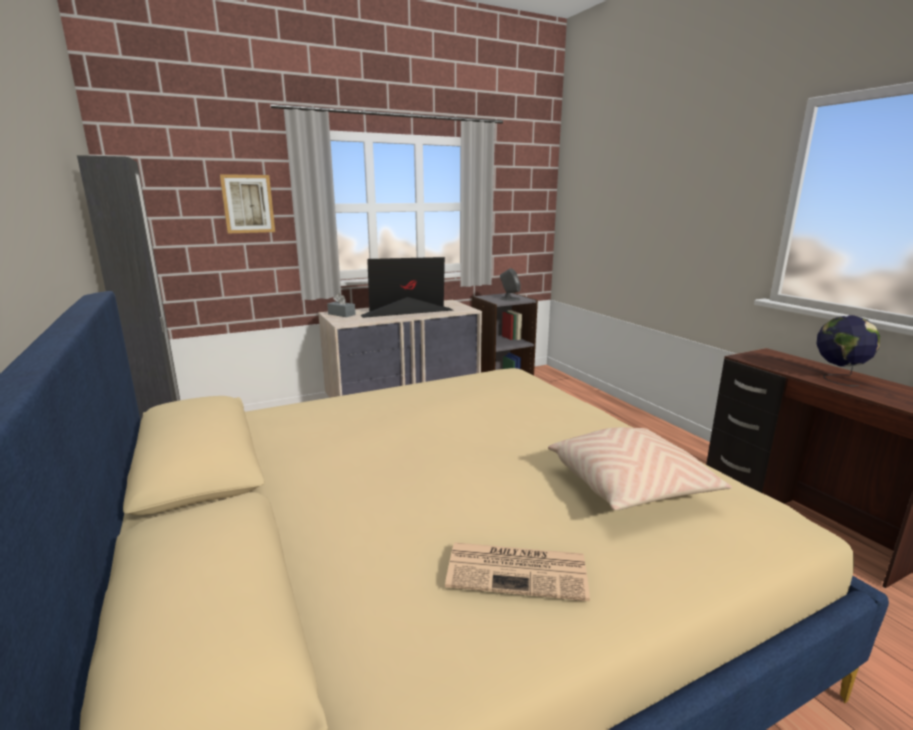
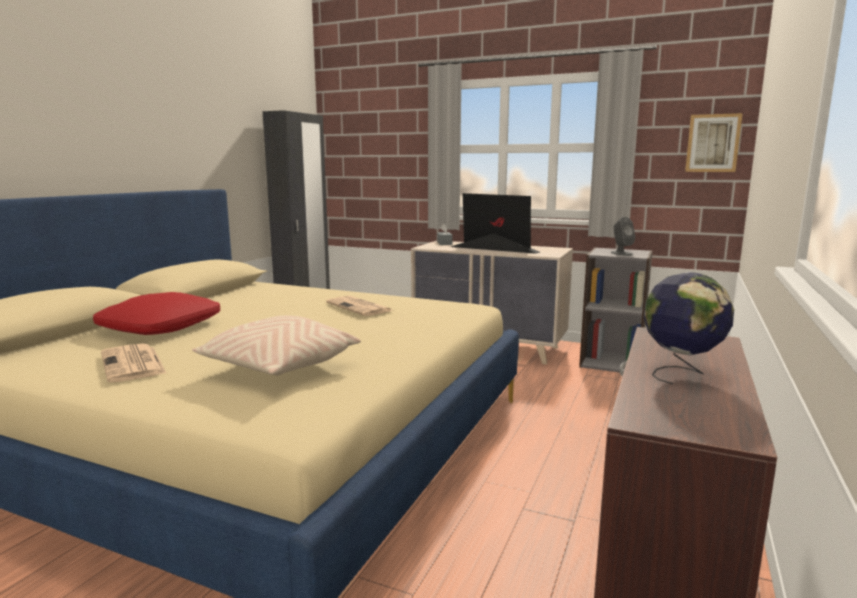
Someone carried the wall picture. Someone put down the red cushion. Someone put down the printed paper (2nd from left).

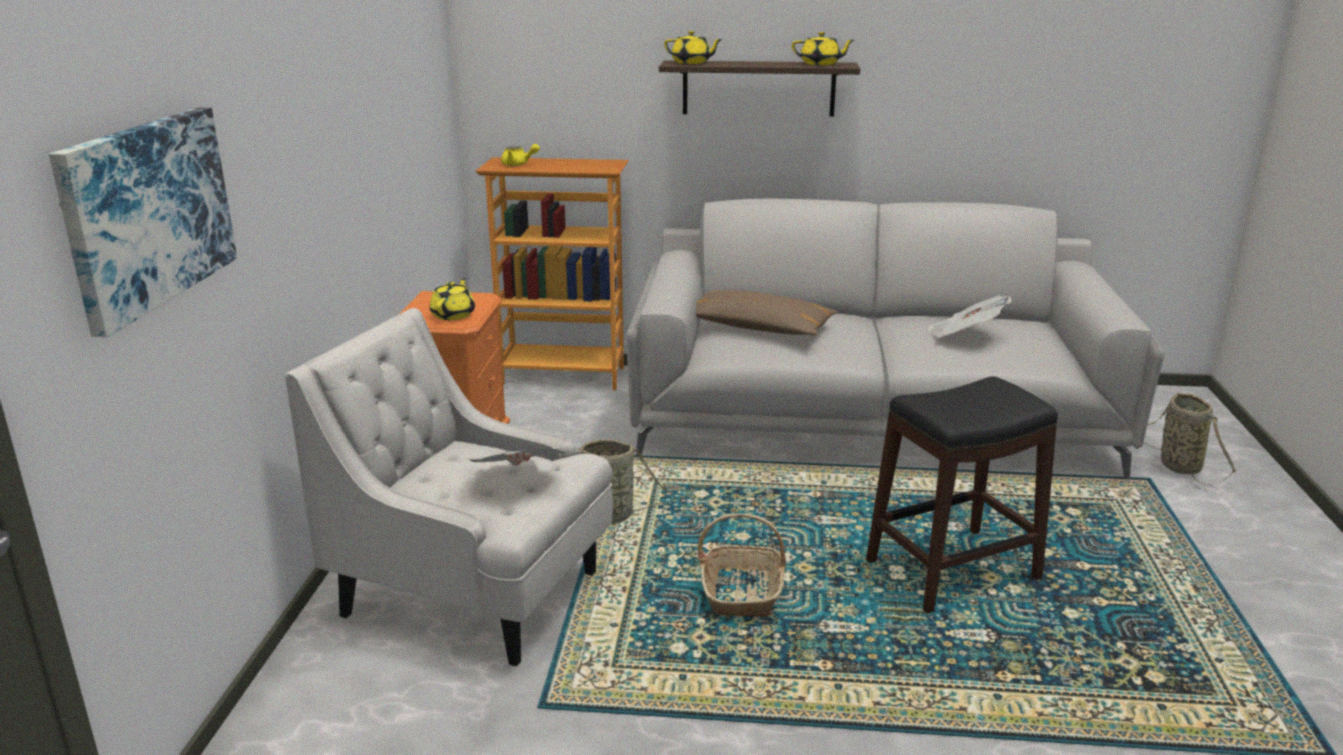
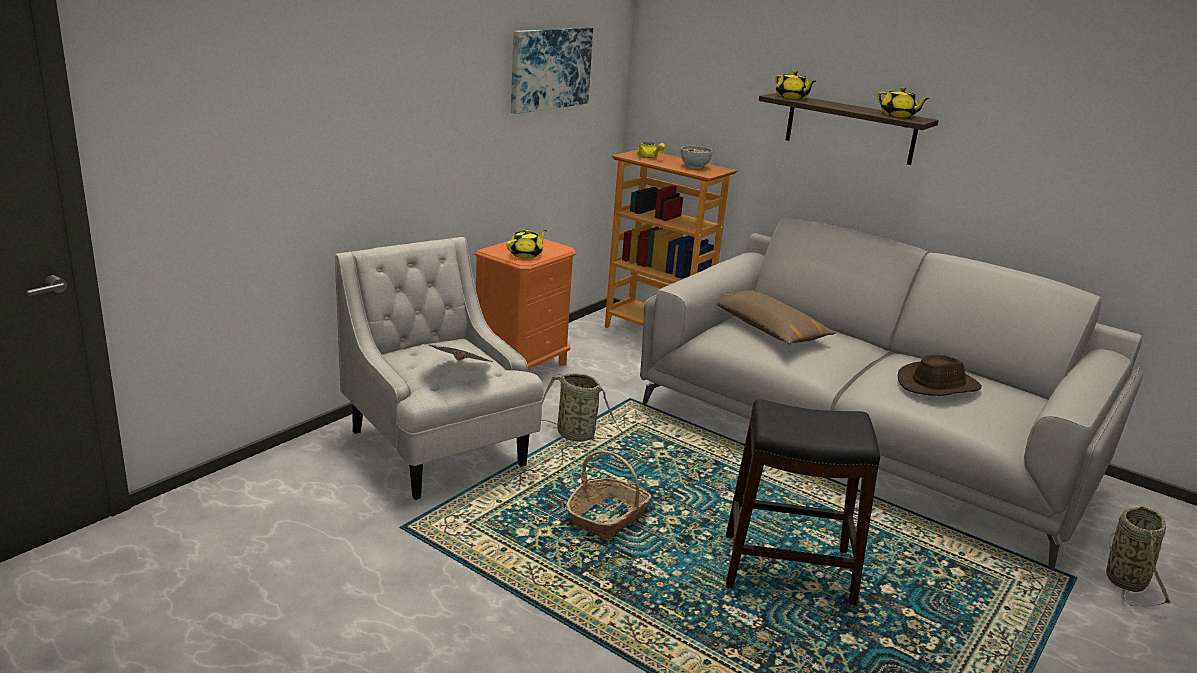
Someone carried the wall picture. Someone swapped the printed paper (2nd from left) for the brownish hat. Someone put down the serving bowl.

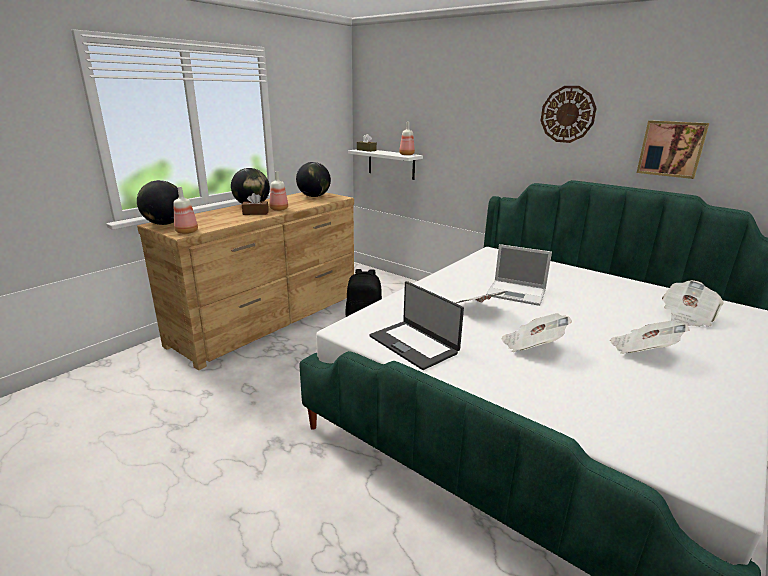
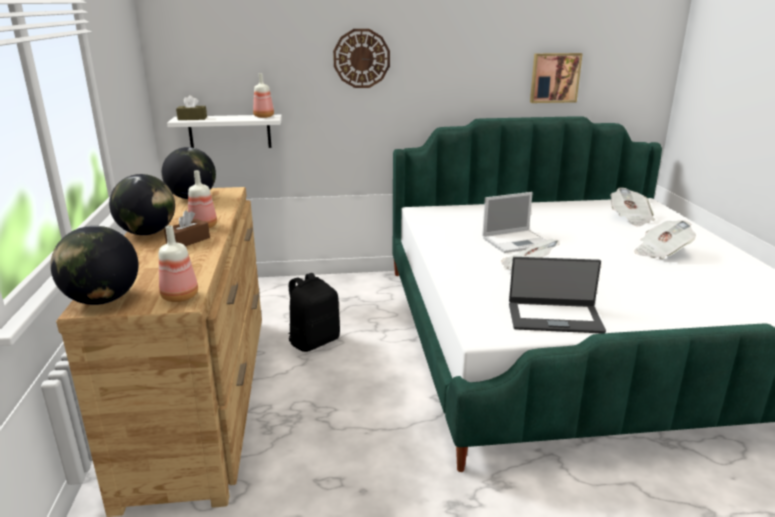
Someone took away the printed paper (2nd from left). Someone carried the hanging clock.

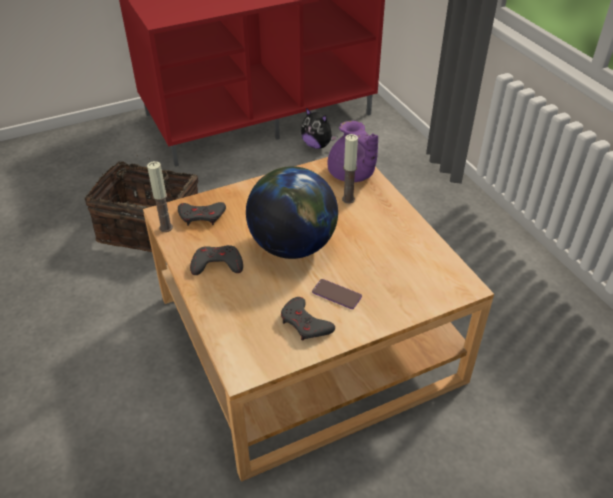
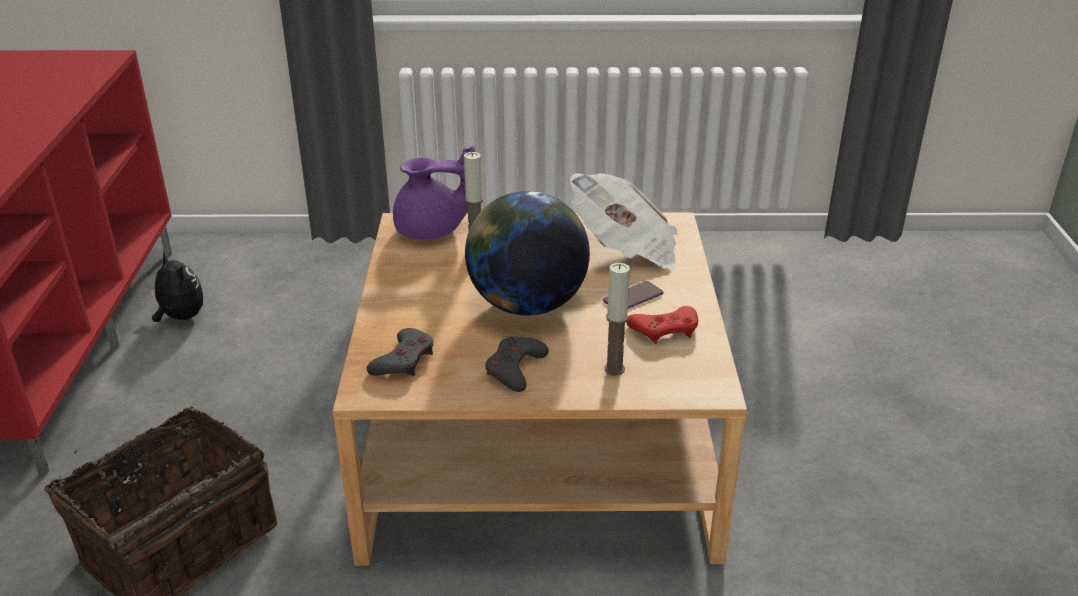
Someone carried the candle (1st from left in the first image). Someone repainted the greyish joypad (3rd from left), which became the red joypad. Someone rotated the plush toy by 105 degrees counterclockwise. Someone put down the printed paper.

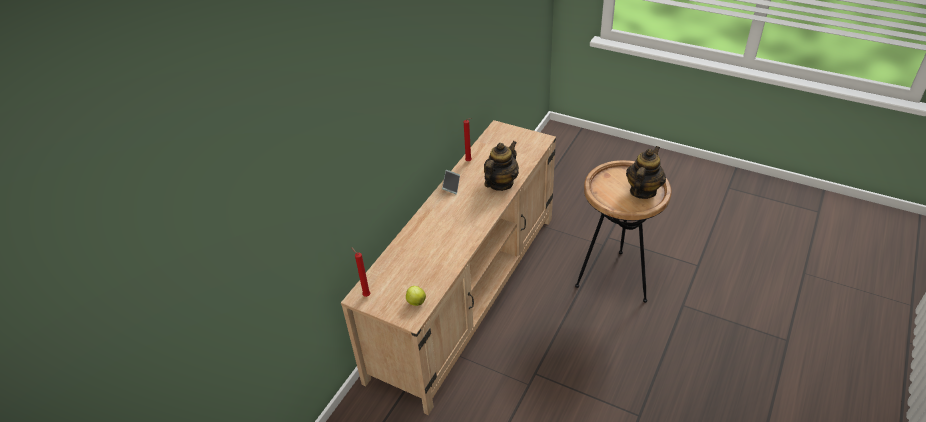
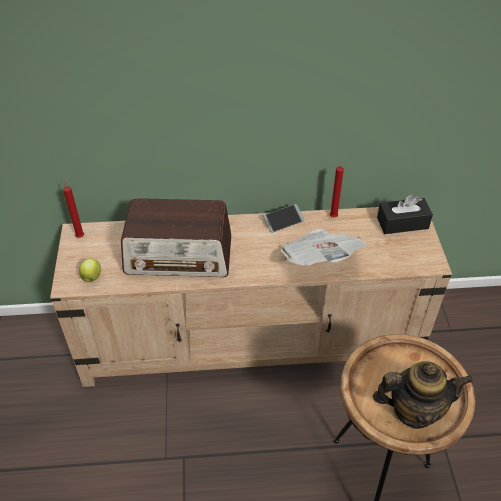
Someone swapped the teapot (1st from left) for the printed paper. Someone put down the radio set. Someone put down the black tissue holder.

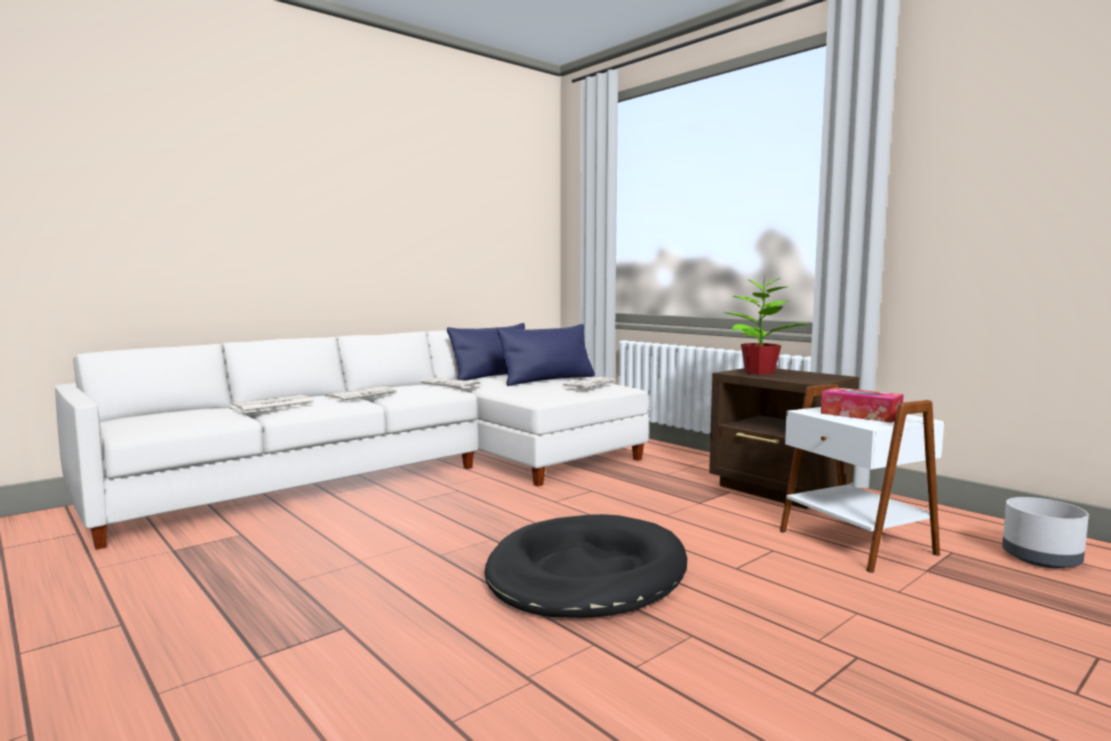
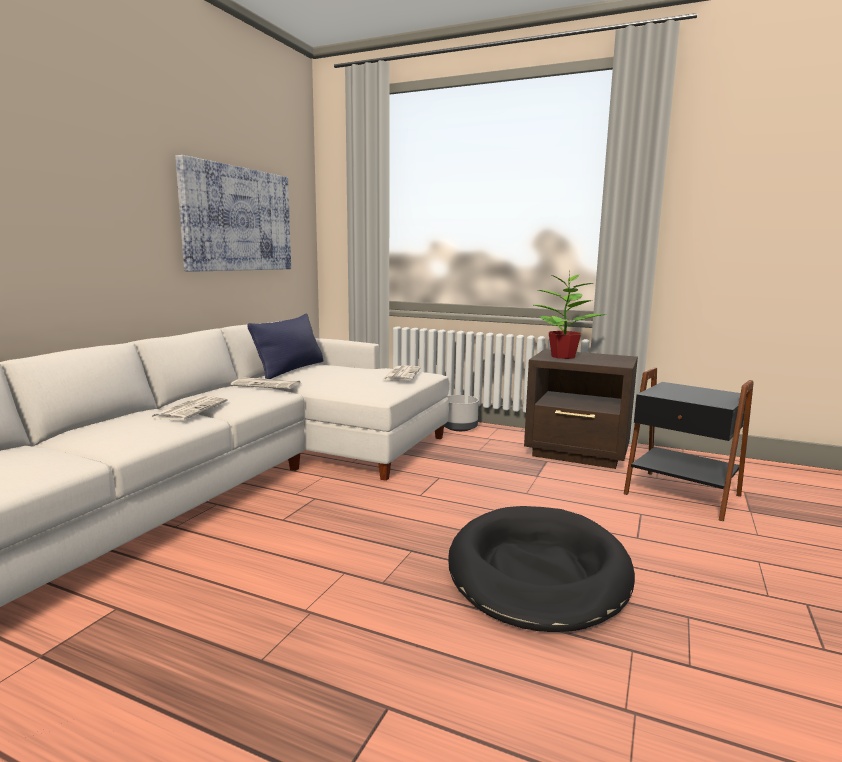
Someone took away the printed paper (1st from left). Someone took away the blue cushion (2nd from left). Someone repainted the white side table, which became the black side table. Someone took away the tissue holder. Someone carried the greyish planter. Someone put up the wall picture.

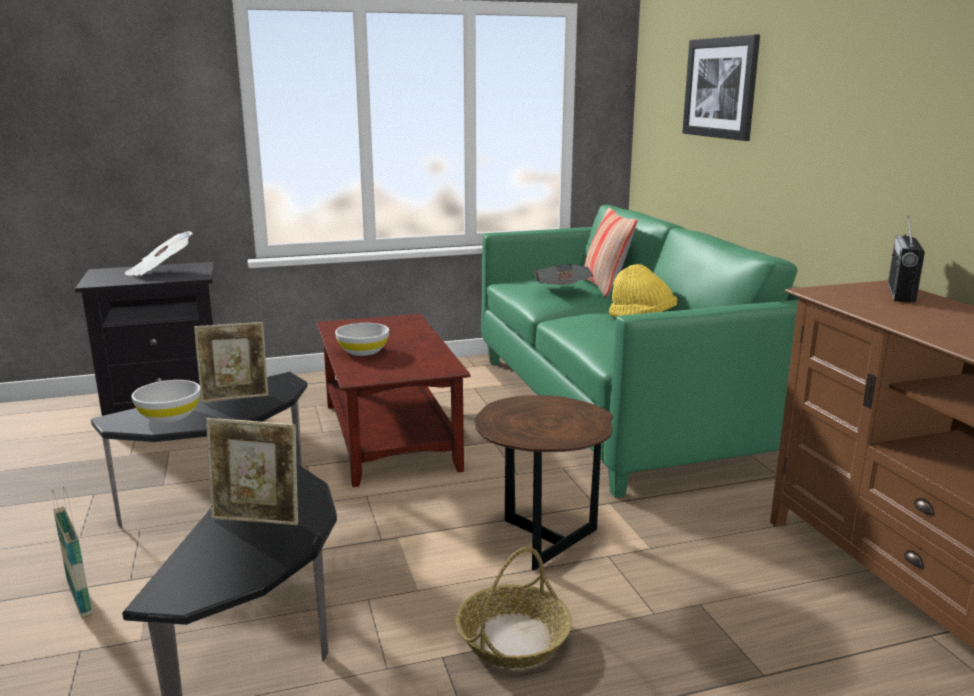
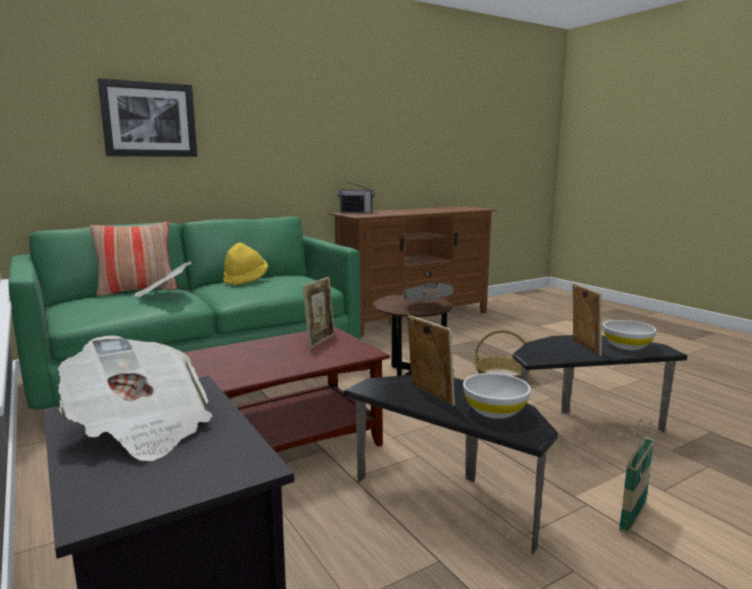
Someone carried the white serving bowl (2nd from left). Someone put down the standing frame (1st from left). Someone put down the printed paper (3rd from left).

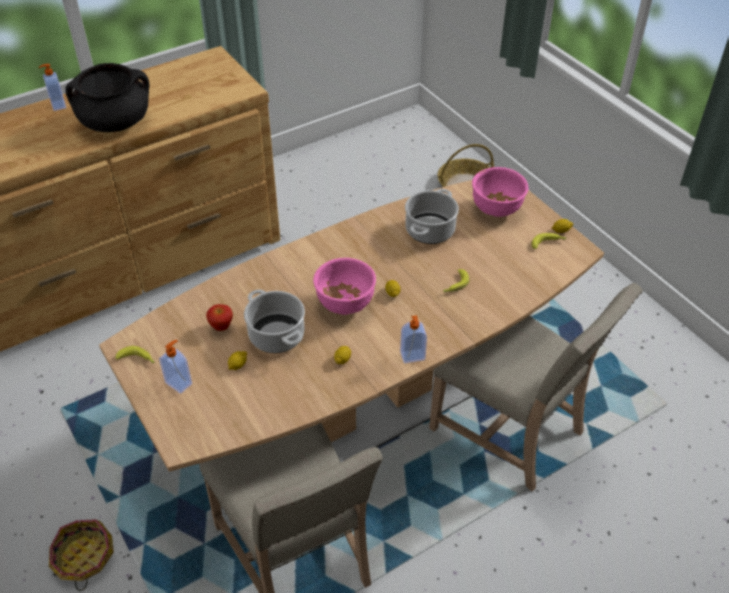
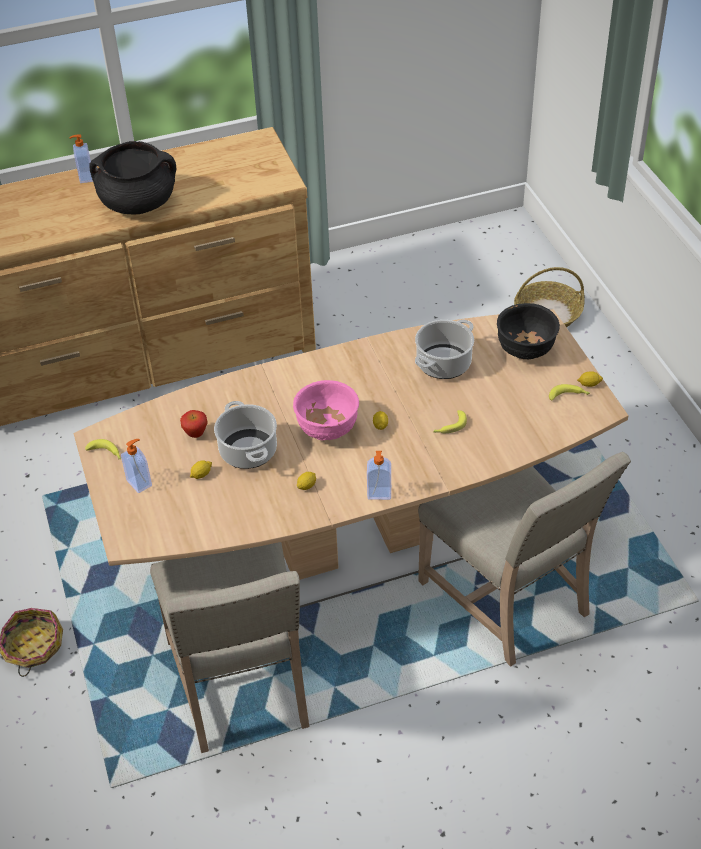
Someone repainted the pinkish serving bowl (2nd from left), which became the black serving bowl.

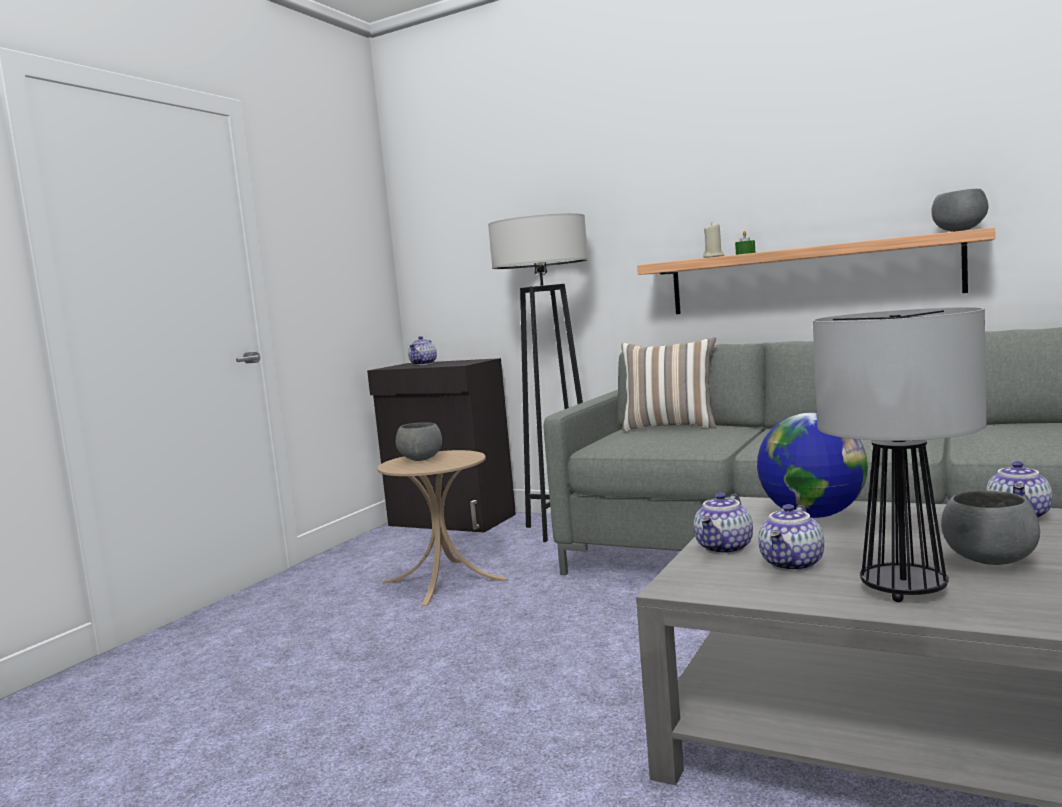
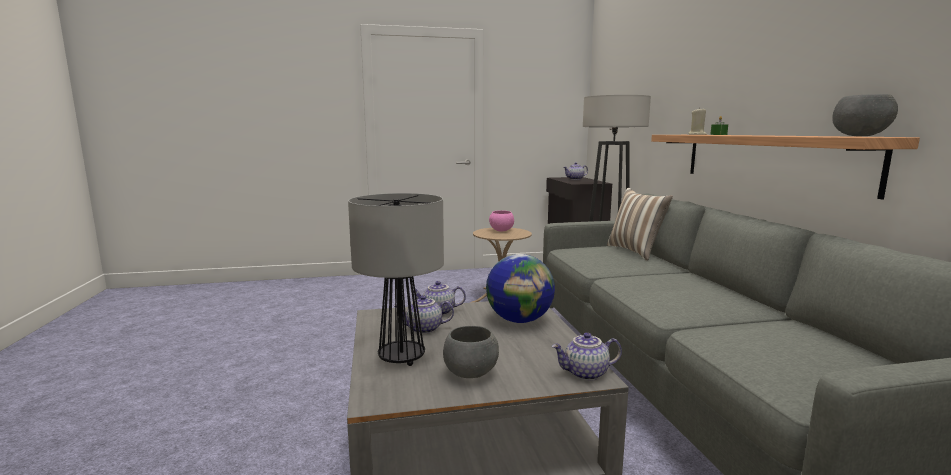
Someone repainted the greyish serving bowl (1st from left), which became the pinkish serving bowl.

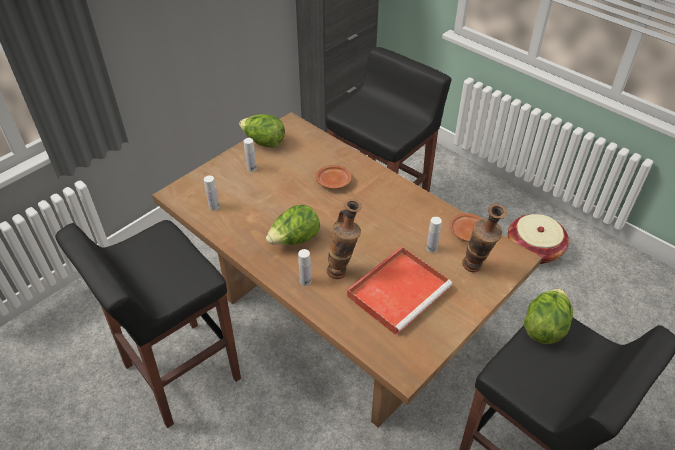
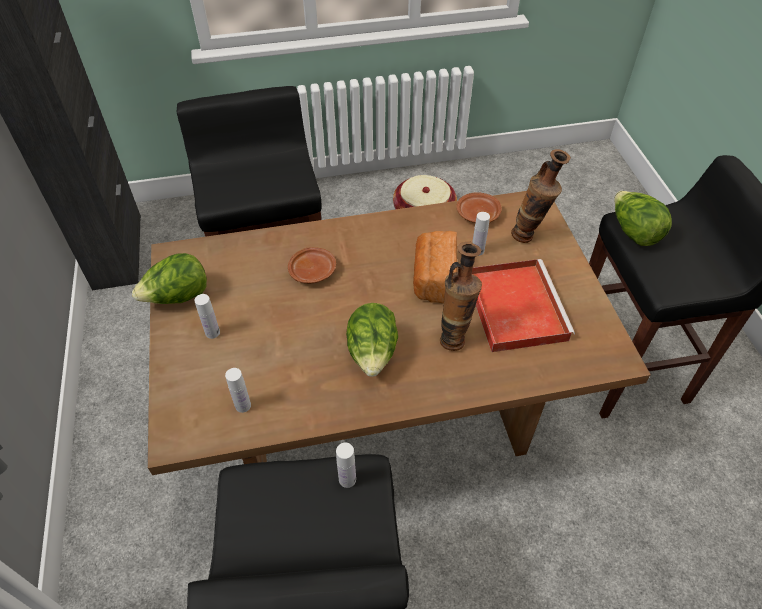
Someone carried the white bottle (3rd from left). Someone put down the bread.

